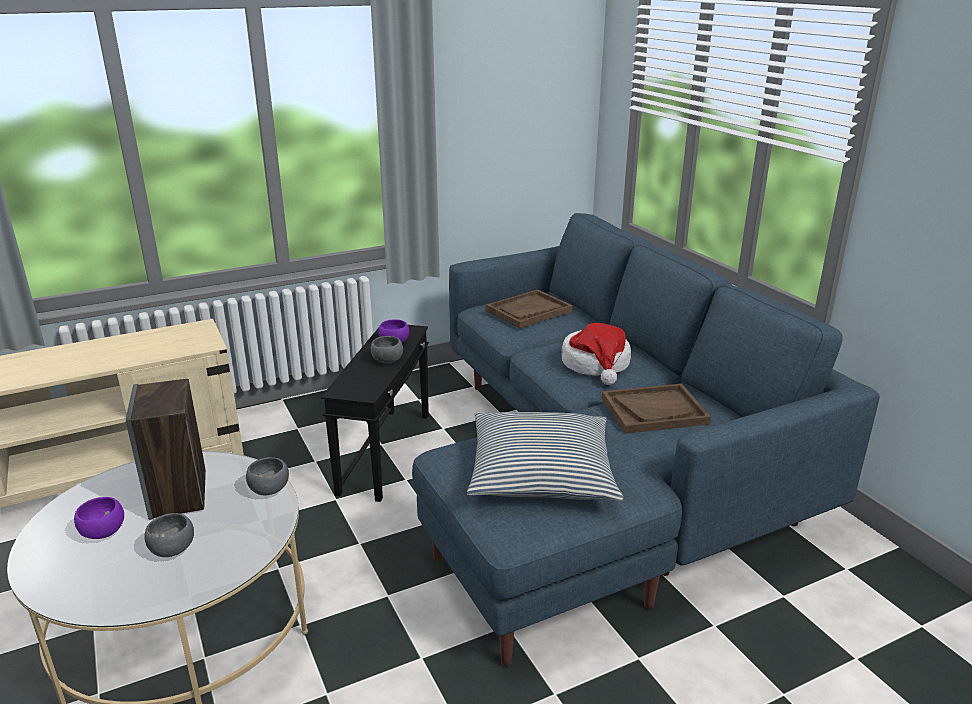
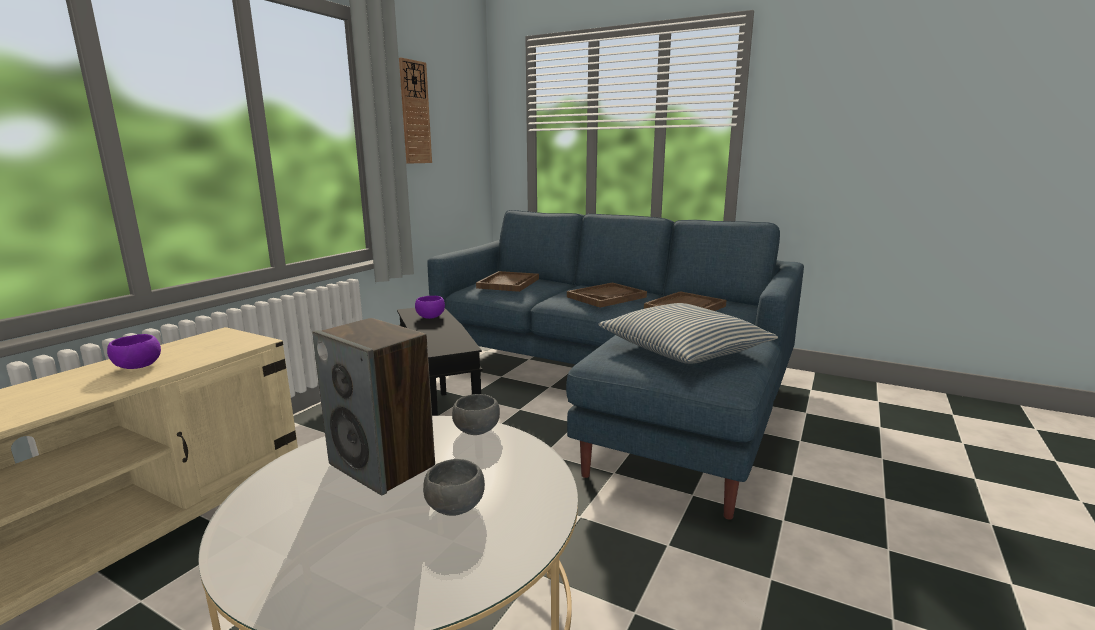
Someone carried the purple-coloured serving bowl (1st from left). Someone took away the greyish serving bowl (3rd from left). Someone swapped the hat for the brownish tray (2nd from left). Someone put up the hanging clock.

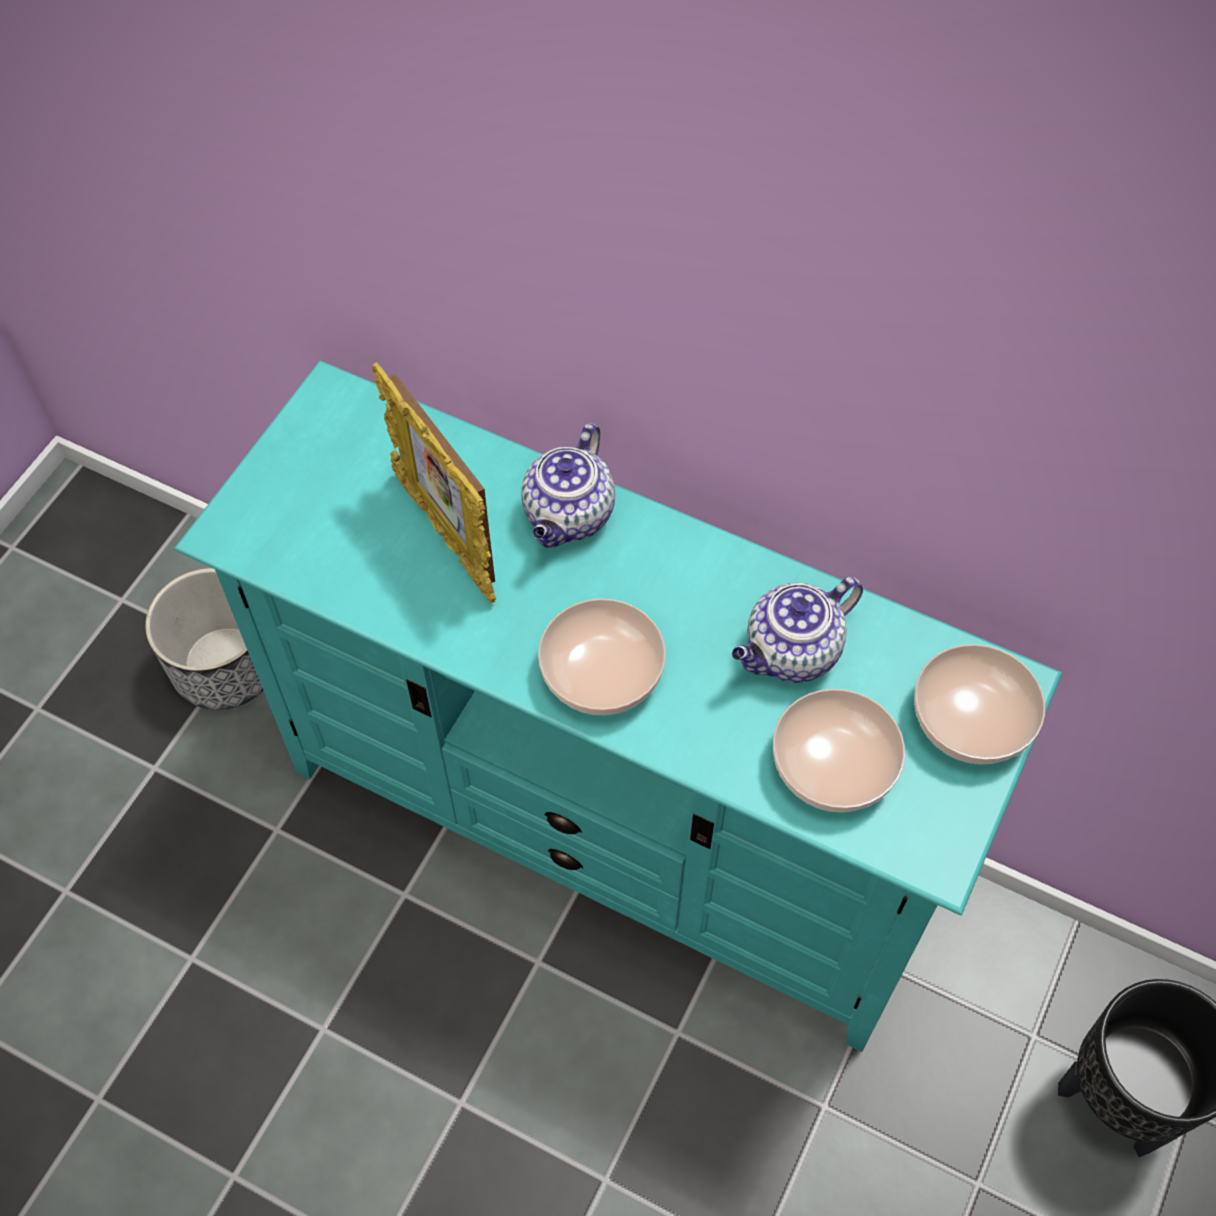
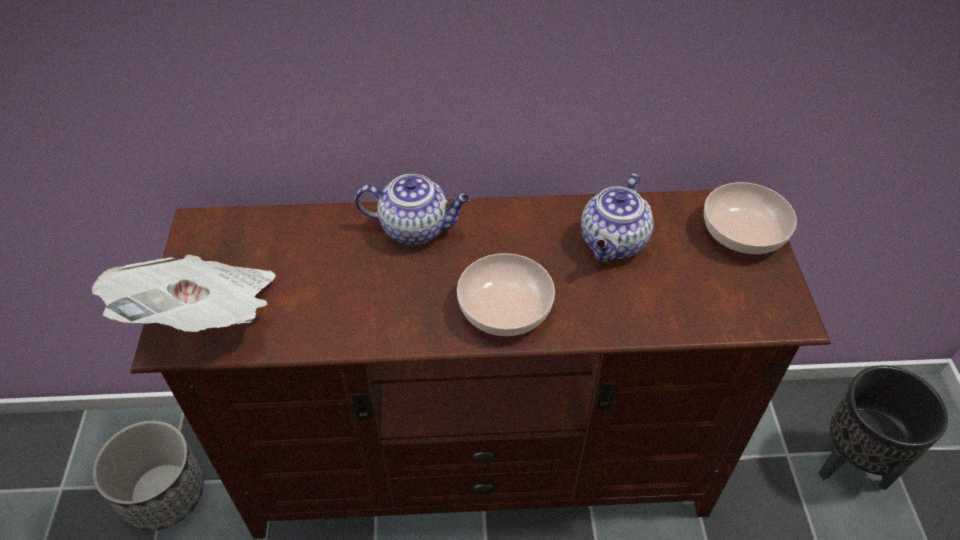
Someone repainted the blue-green tv unit, which became the brownish tv unit. Someone took away the standing frame. Someone rotated the teapot (1st from left) by 75 degrees counterclockwise. Someone took away the serving bowl (2nd from left). Someone put down the printed paper.

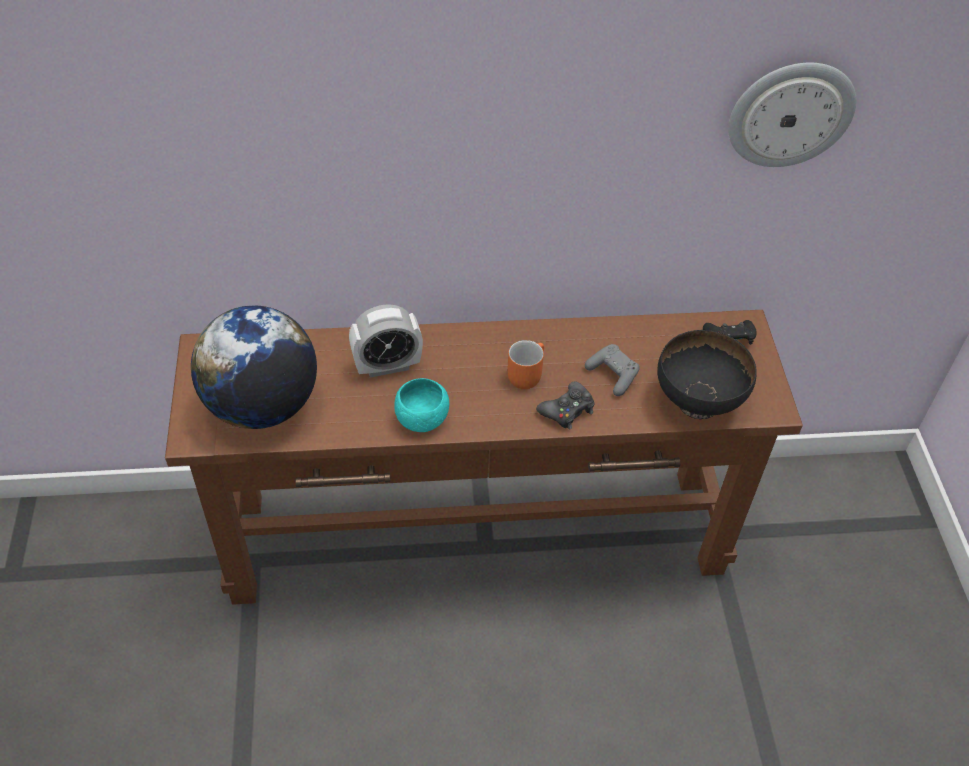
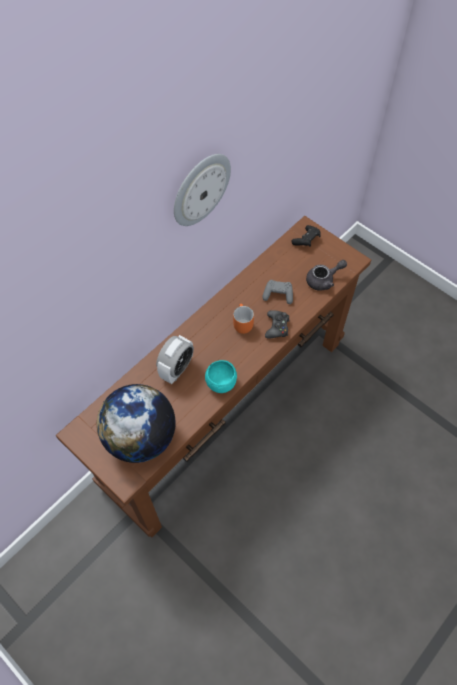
Someone swapped the black serving bowl for the greyish teapot. Someone carried the hanging clock.

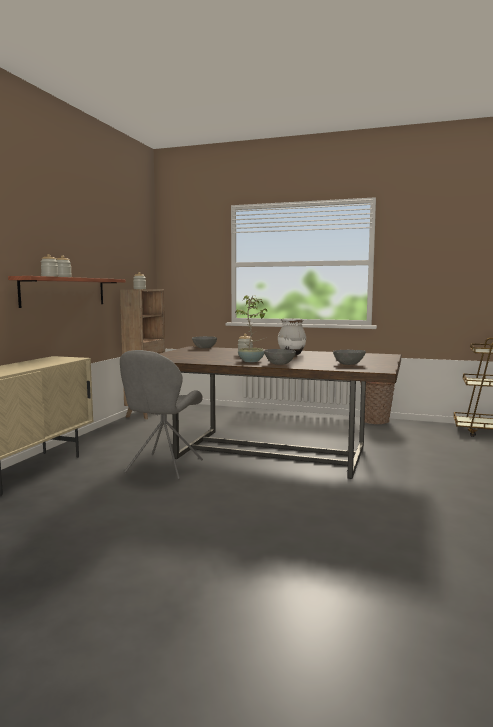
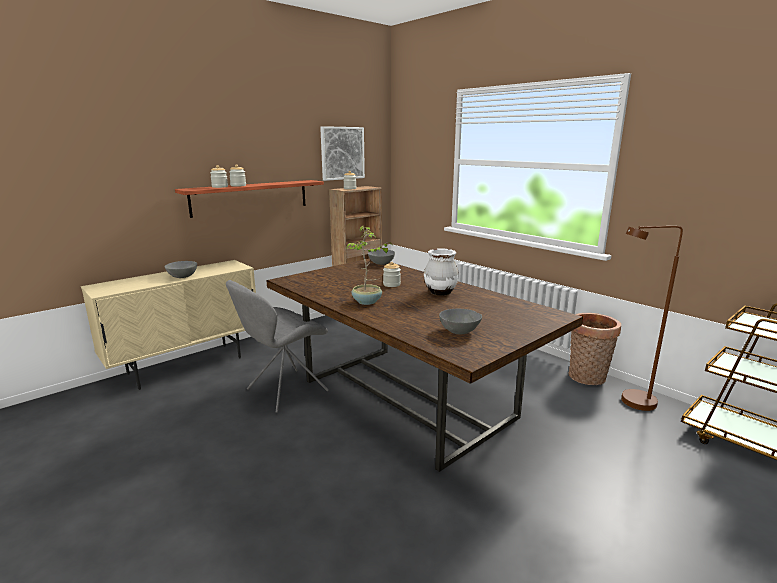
Someone carried the greyish serving bowl (2nd from left in the first image). Someone put up the wall picture. Someone put down the brownish standing lamp.

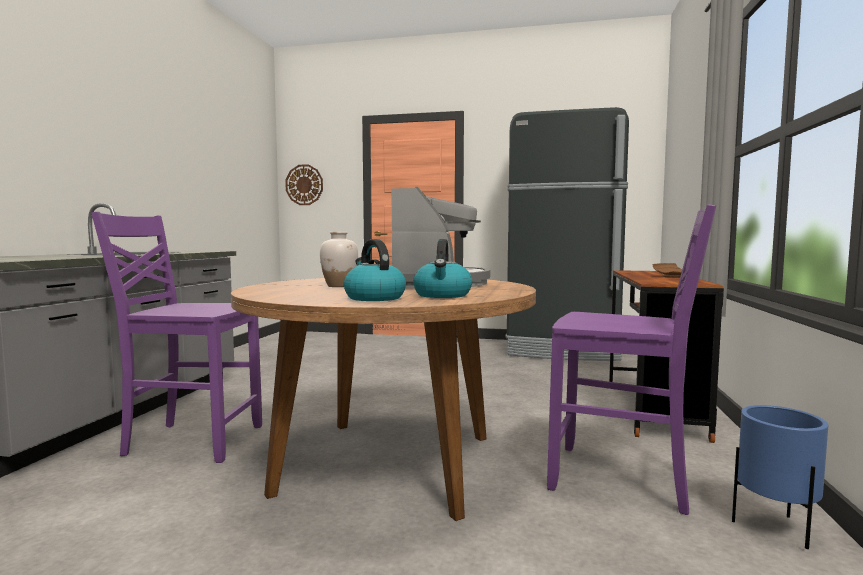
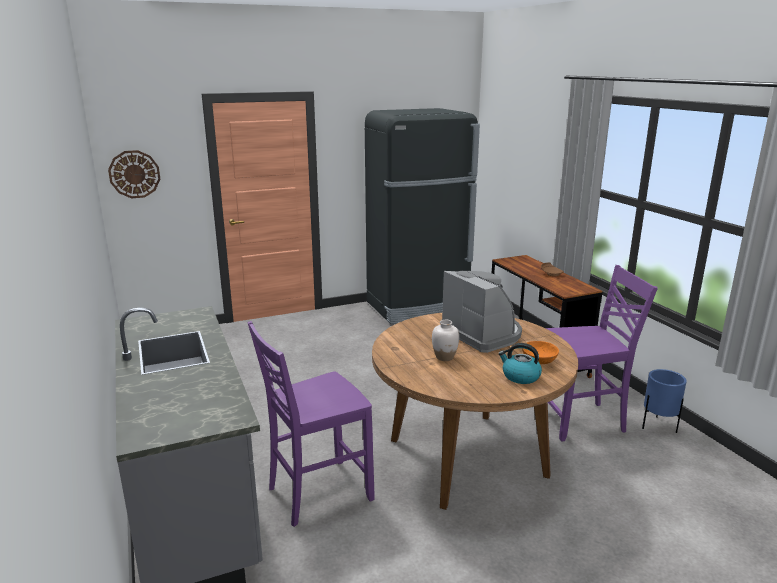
Someone swapped the tea kettle (2nd from left) for the orange serving bowl.

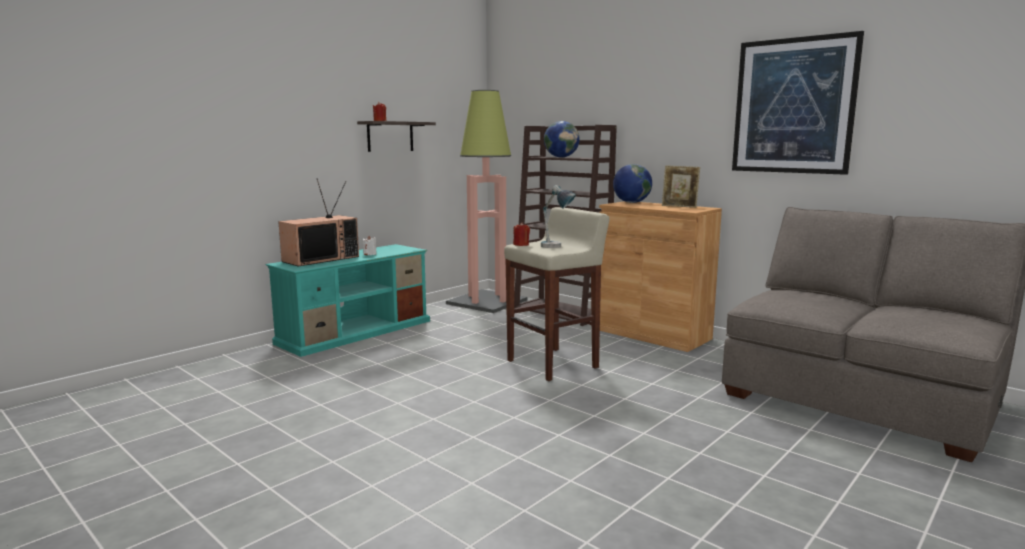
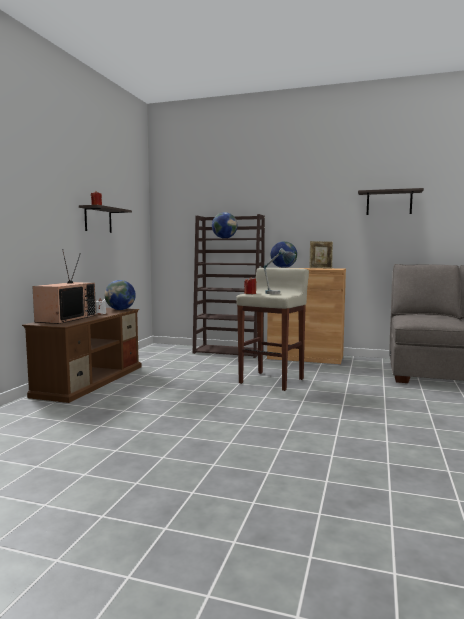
Someone repainted the blue-green tv unit, which became the brownish tv unit. Someone took away the standing lamp. Someone swapped the wall picture for the shelf (2nd from left). Someone put down the desk globe (1st from left).

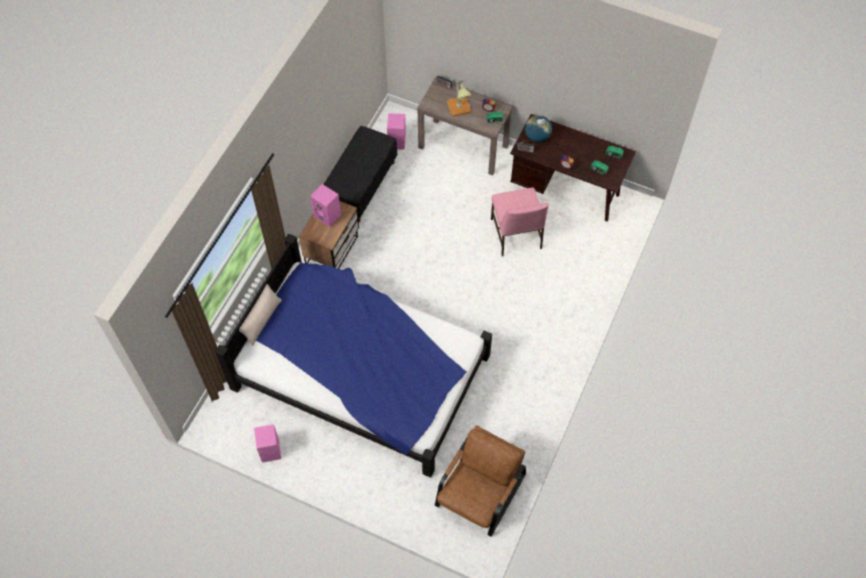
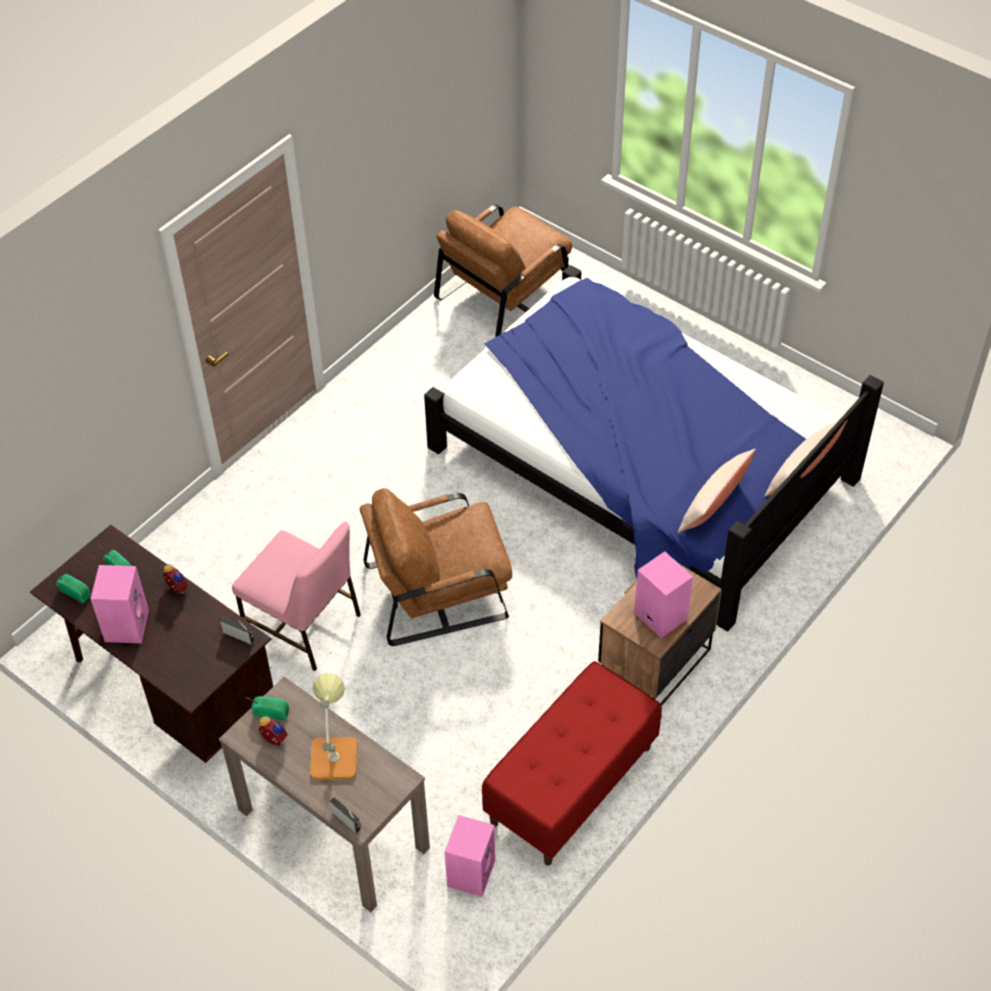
Someone carried the pinkish speaker (1st from left). Someone repainted the black long seat, which became the red long seat. Someone rotated the pinkish upright chair by 120 degrees clockwise. Someone took away the desk globe. Someone put down the brownish armchair (1st from left). Someone put down the beige cushion (1st from left).

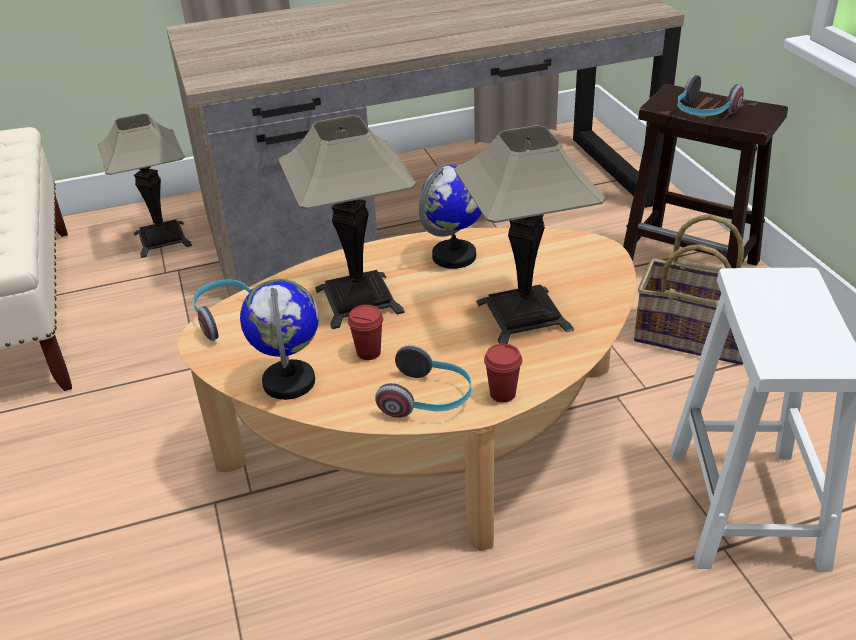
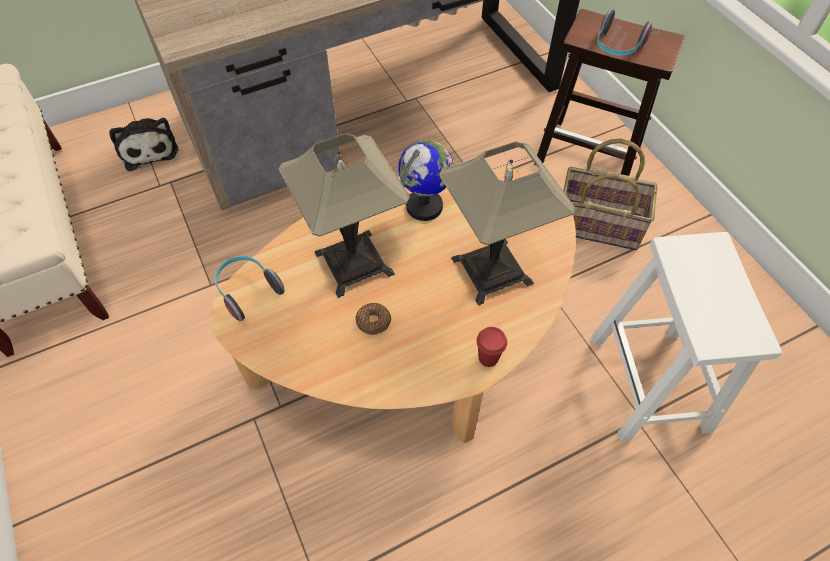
Someone swapped the tabletop lamp (1st from left) for the plush toy. Someone took away the desk globe (1st from left). Someone swapped the red drinking cup (1st from left) for the ring doughnut. Someone took away the headset (2nd from left).

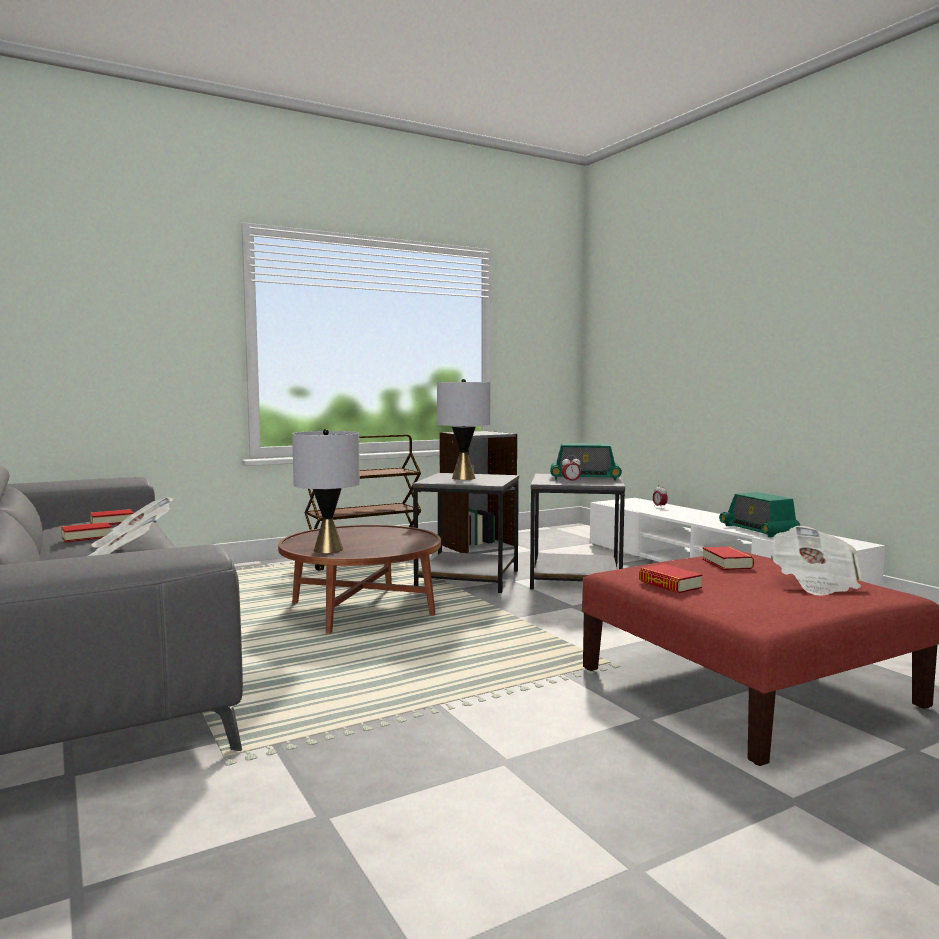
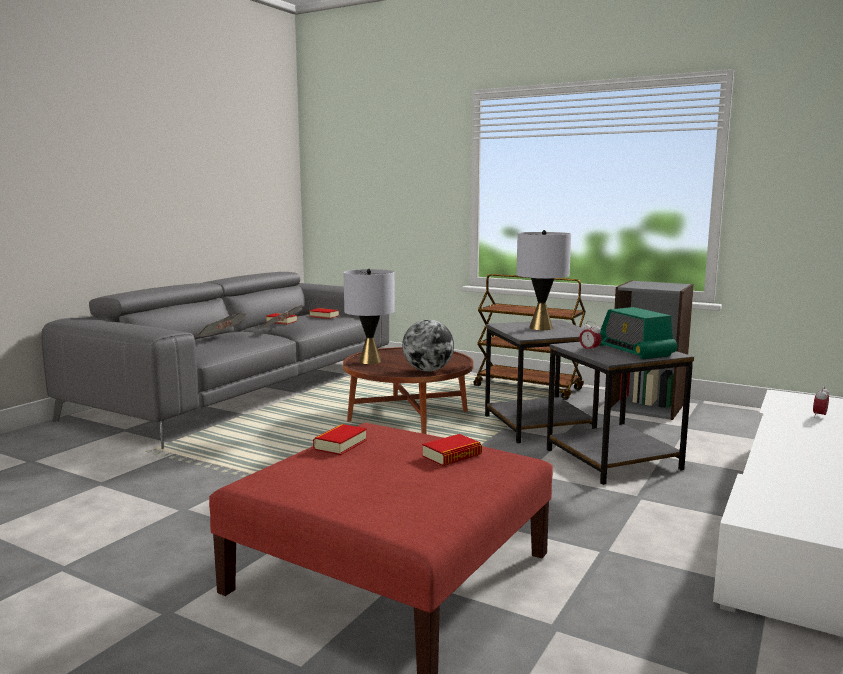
Someone took away the radio set (2nd from left). Someone took away the printed paper (3rd from left). Someone put down the desk globe.

